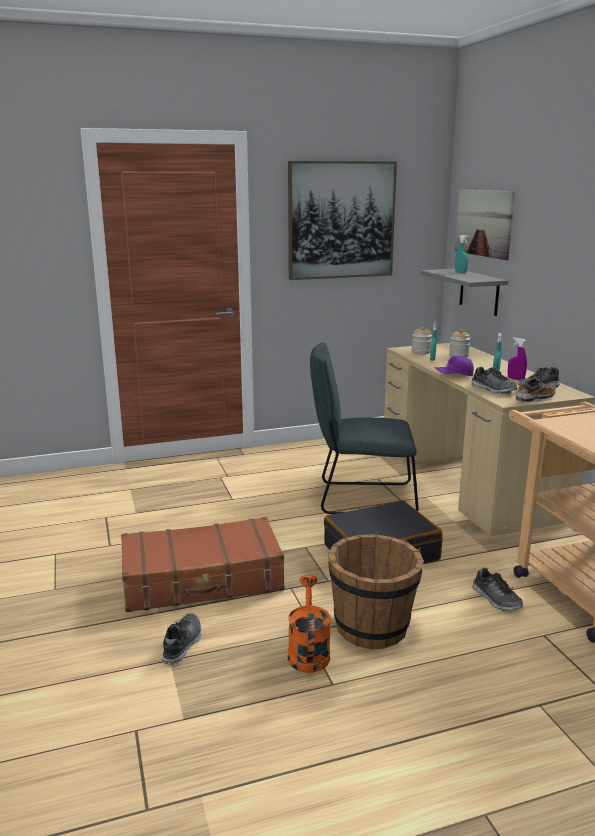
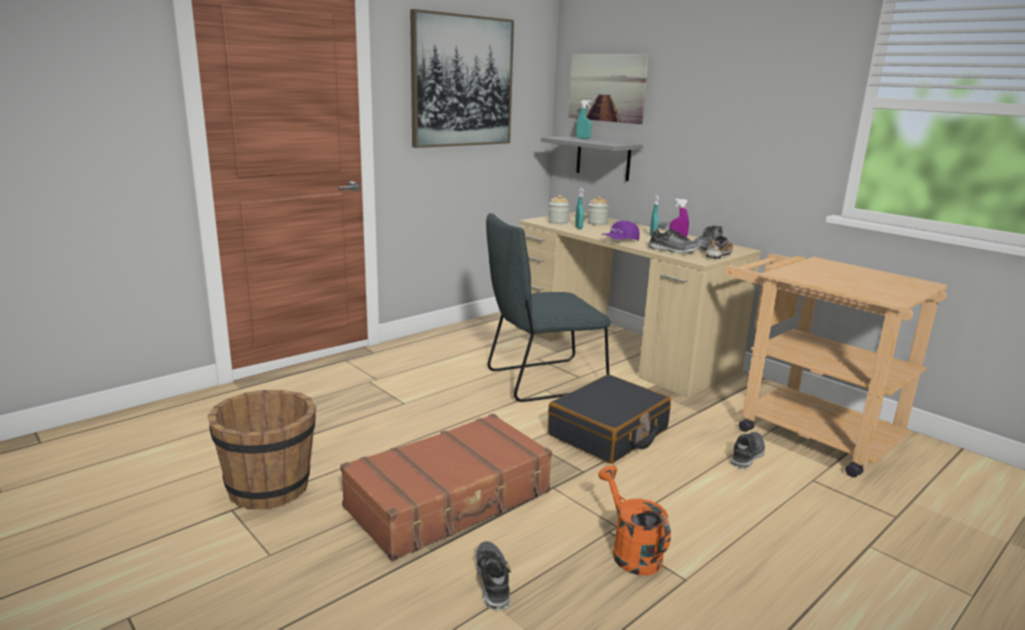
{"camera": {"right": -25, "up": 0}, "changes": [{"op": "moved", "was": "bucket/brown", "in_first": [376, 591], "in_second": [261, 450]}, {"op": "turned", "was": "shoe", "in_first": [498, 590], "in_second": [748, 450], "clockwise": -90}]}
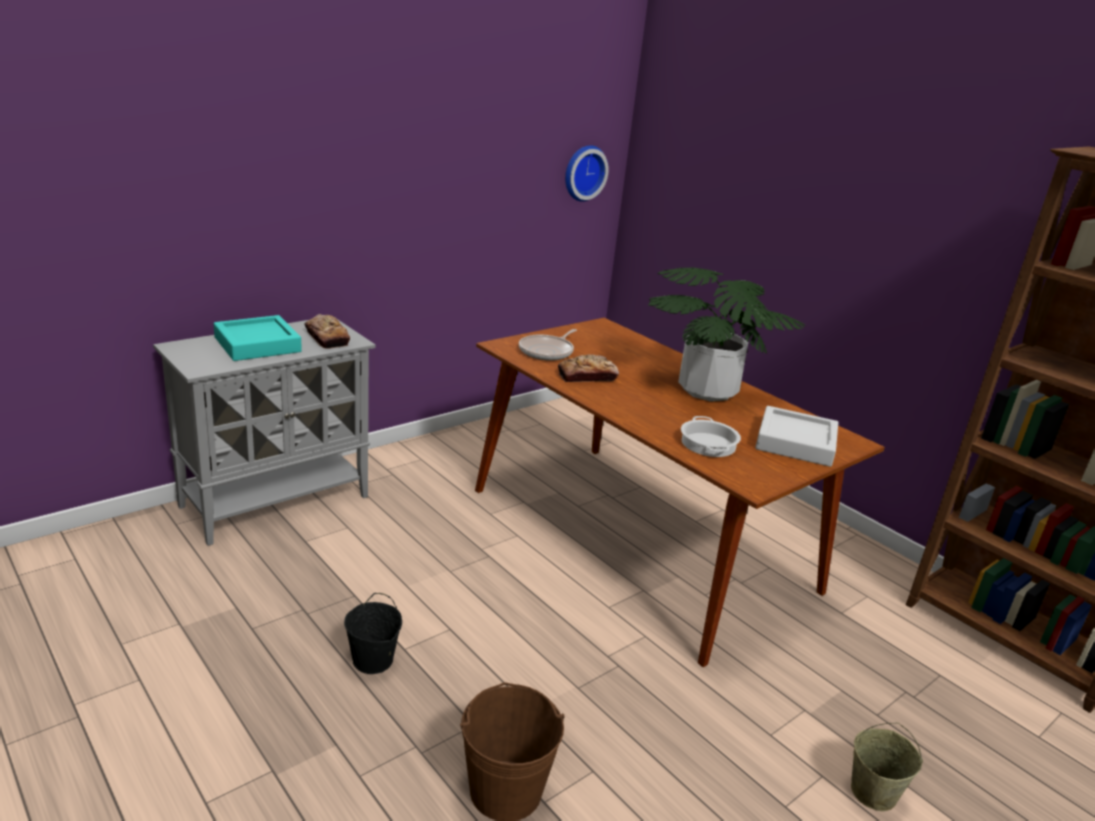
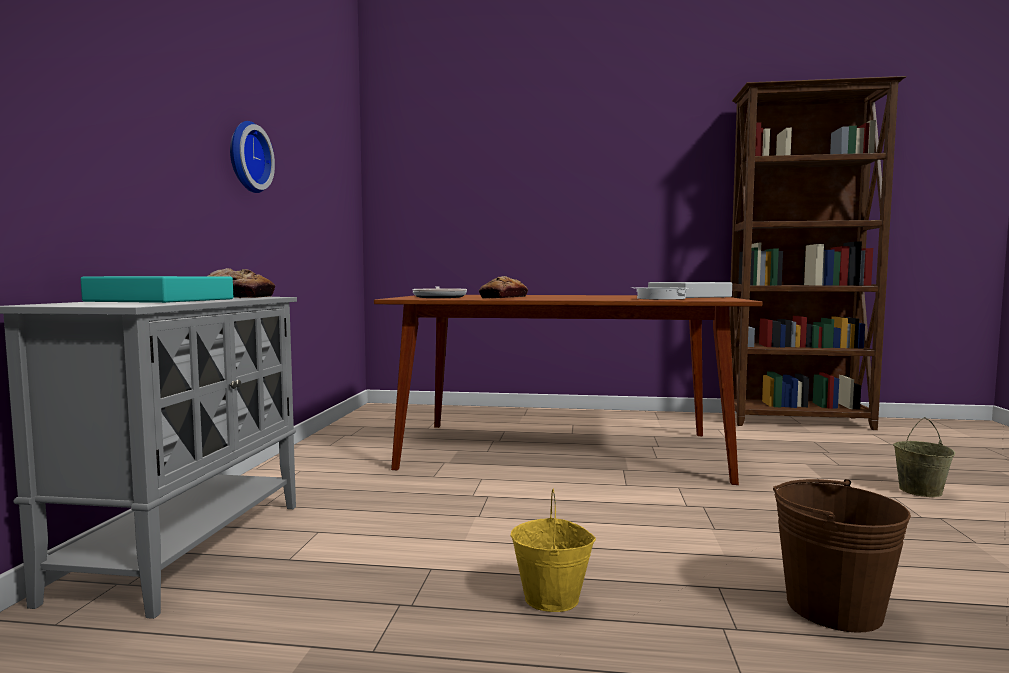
{"camera": {"right": -40, "up": -20}, "changes": [{"op": "moved", "was": "wall clock", "in_first": [587, 173], "in_second": [252, 157]}, {"op": "recoloured", "was": "bucket/black", "now": "bucket/yellow", "in_first": [373, 633], "in_second": [553, 550]}, {"op": "removed", "was": "potted plant", "in_first": [726, 334]}]}
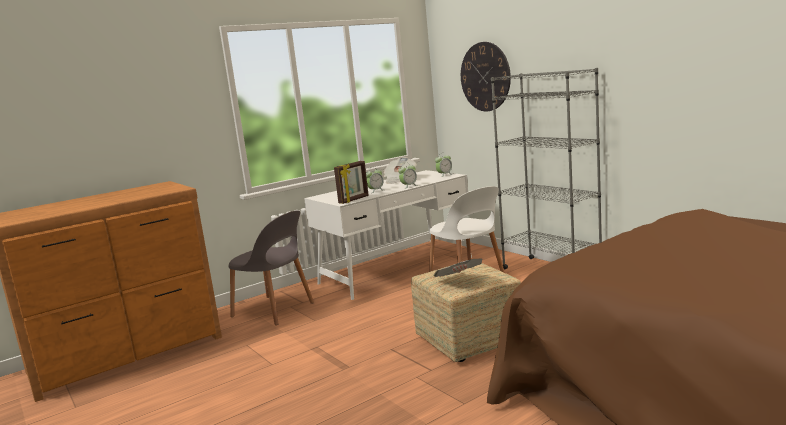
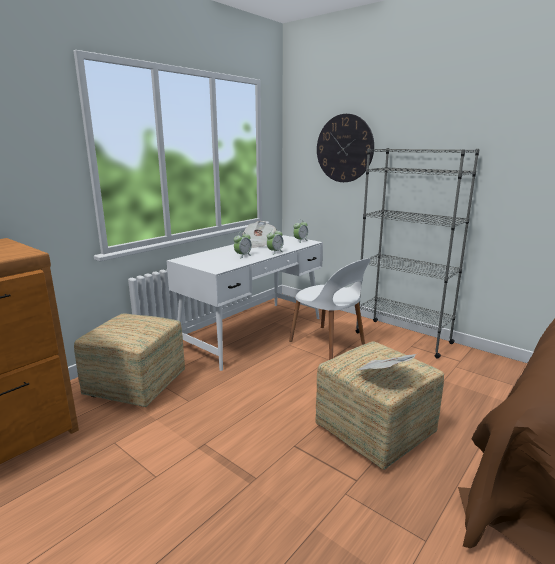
{"camera": {"right": -15, "up": 5}, "changes": [{"op": "replaced", "was": "chair/grey", "now": "ottoman", "in_first": [271, 267], "in_second": [129, 360]}, {"op": "removed", "was": "picture frame", "in_first": [351, 182]}]}
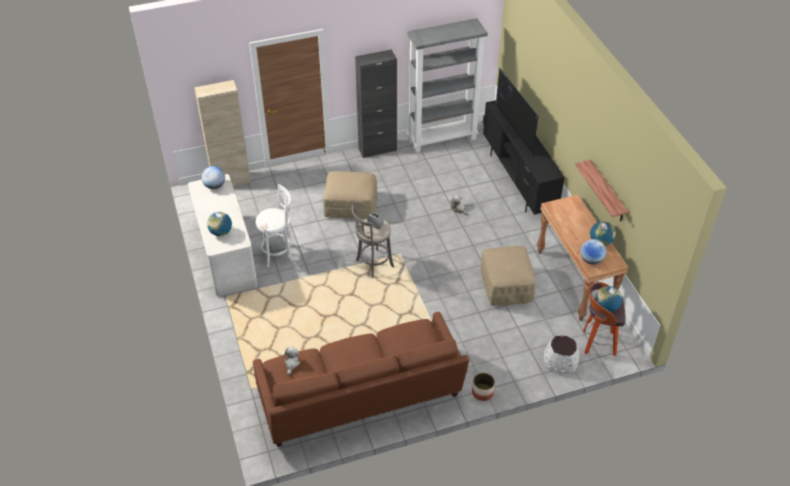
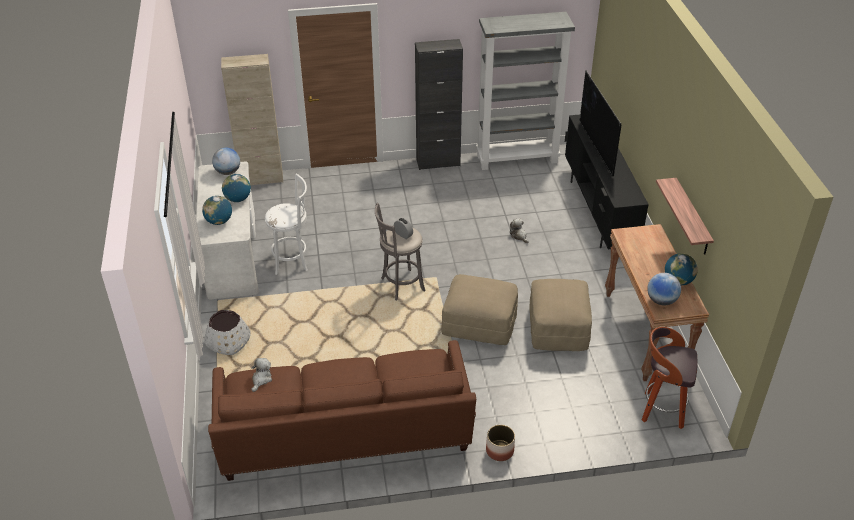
{"camera": {"right": 10, "up": -5}, "changes": [{"op": "moved", "was": "planter/white", "in_first": [561, 354], "in_second": [227, 332]}, {"op": "moved", "was": "globe", "in_first": [608, 299], "in_second": [236, 188]}, {"op": "moved", "was": "ottoman/beige", "in_first": [350, 195], "in_second": [479, 309]}]}
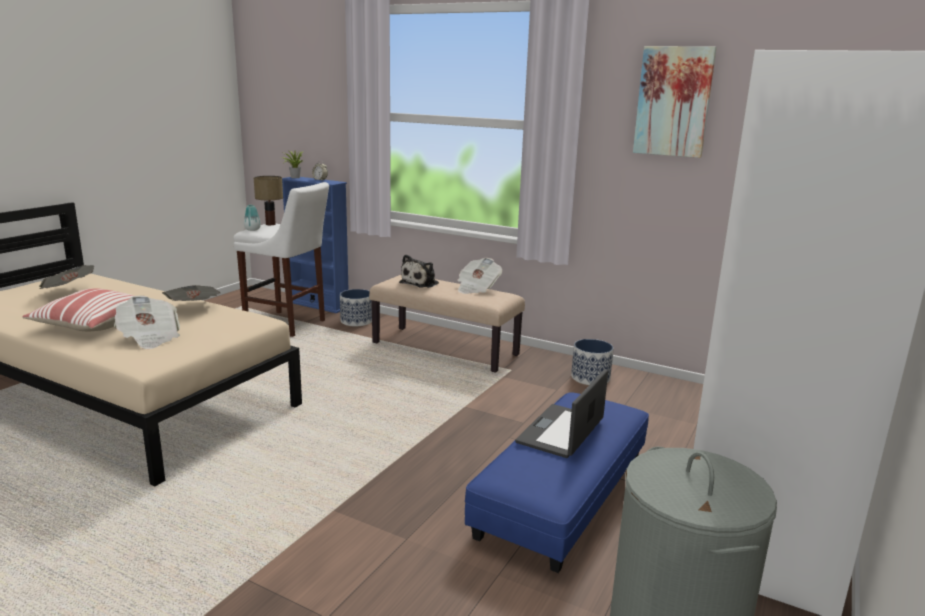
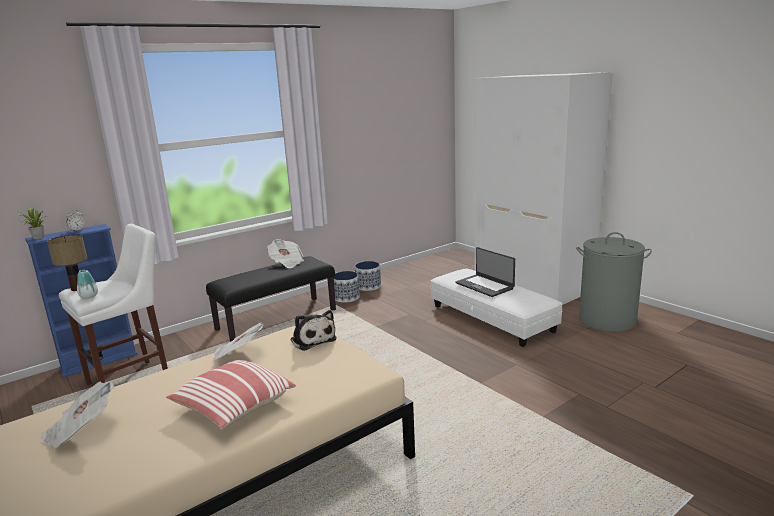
{"camera": {"right": -65, "up": 0}, "changes": [{"op": "recoloured", "was": "bench/beige", "now": "bench/black", "in_first": [447, 324], "in_second": [271, 299]}, {"op": "moved", "was": "plush toy", "in_first": [419, 271], "in_second": [313, 330]}, {"op": "moved", "was": "planter", "in_first": [356, 307], "in_second": [347, 287]}, {"op": "recoloured", "was": "ottoman/blue", "now": "ottoman/white", "in_first": [557, 482], "in_second": [496, 307]}, {"op": "removed", "was": "newspaper", "in_first": [147, 322]}, {"op": "removed", "was": "picture", "in_first": [675, 102]}]}
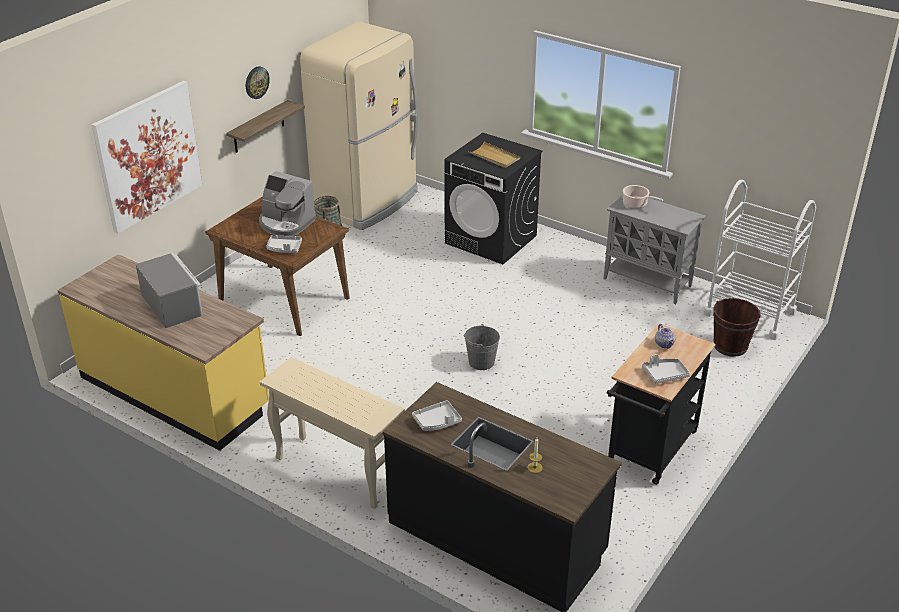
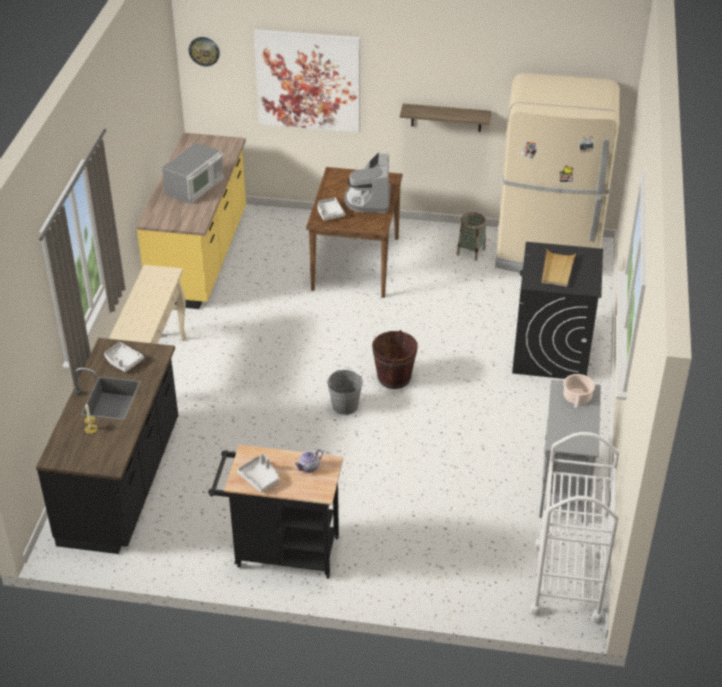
{"camera": {"right": 65, "up": 5}, "changes": [{"op": "moved", "was": "wall clock", "in_first": [258, 82], "in_second": [204, 52]}, {"op": "moved", "was": "bucket/brown", "in_first": [737, 327], "in_second": [395, 359]}]}
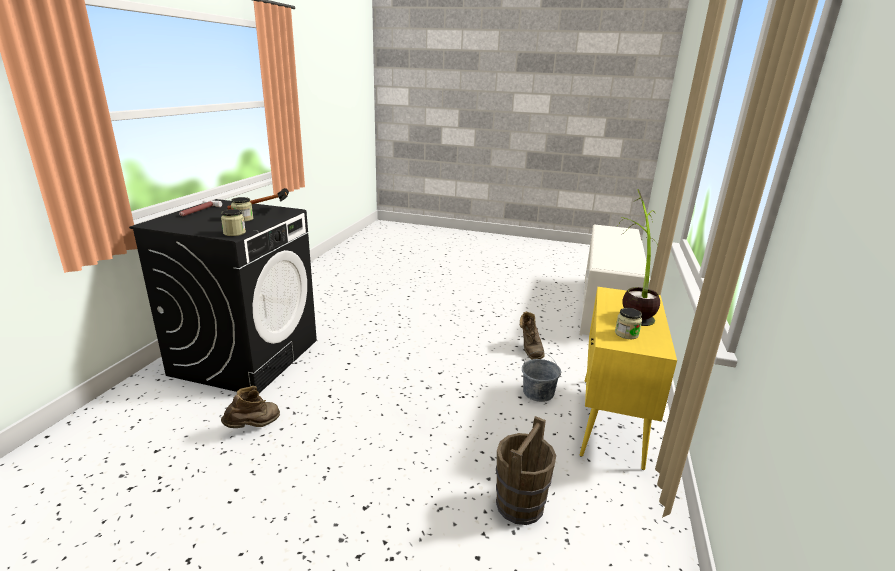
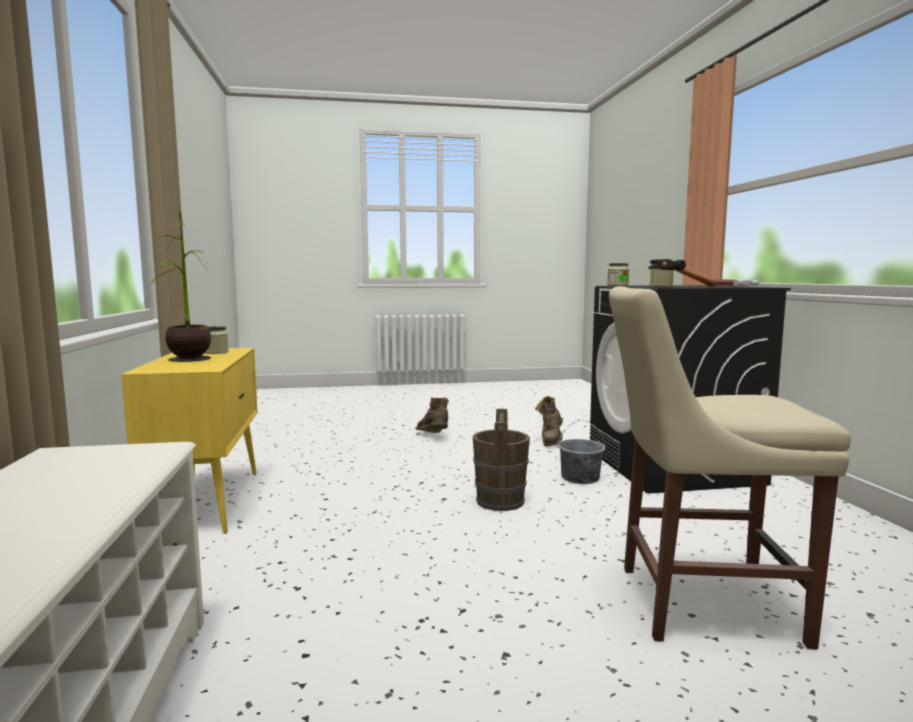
{"camera": {"right": 155, "up": -15}, "changes": [{"op": "moved", "was": "boot/brown", "in_first": [532, 335], "in_second": [432, 415]}, {"op": "moved", "was": "bucket/brown", "in_first": [526, 470], "in_second": [501, 460]}, {"op": "moved", "was": "bucket/grey", "in_first": [541, 376], "in_second": [581, 452]}, {"op": "added", "now": "chair/beige", "in_second": [730, 467]}]}
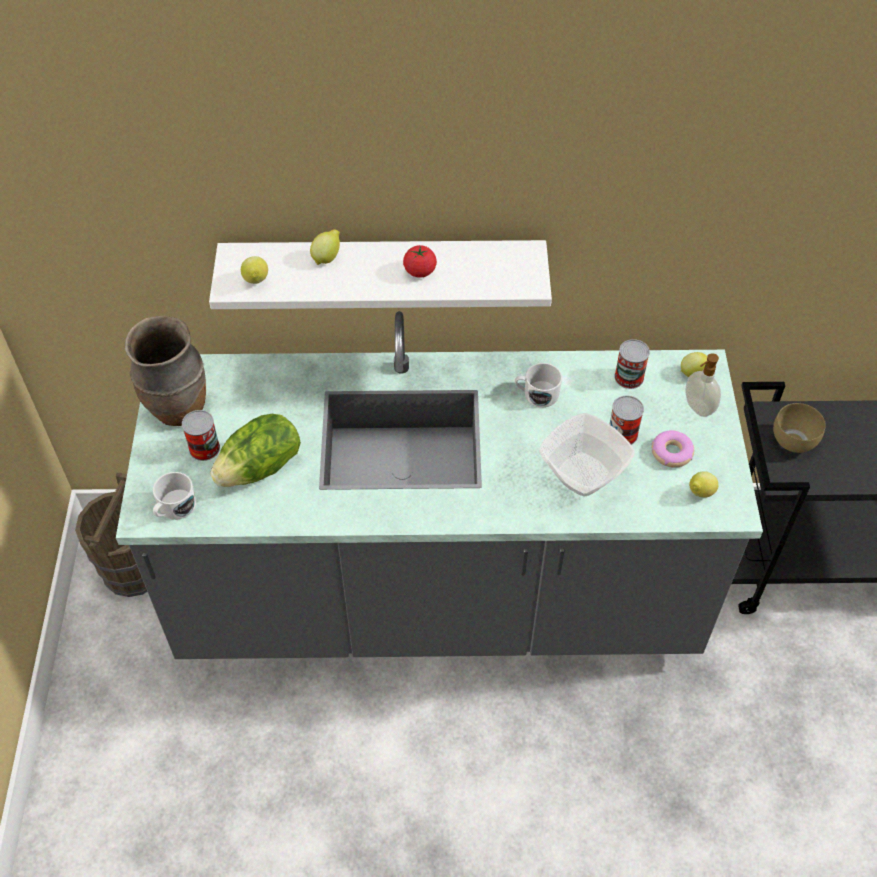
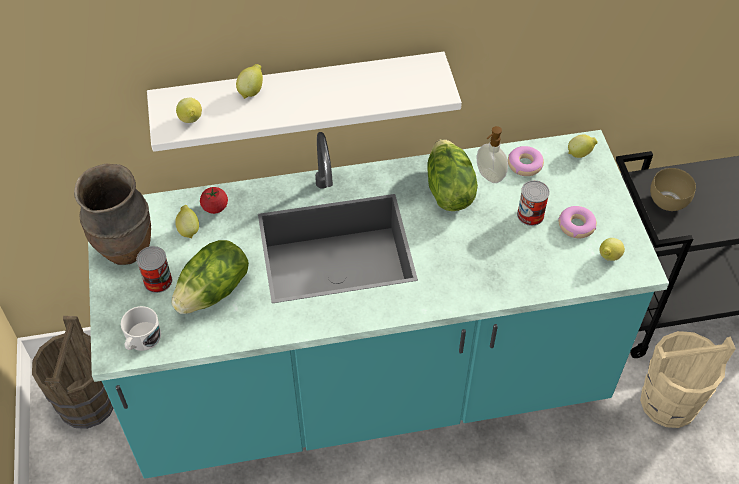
{"camera": {"right": -10, "up": 0}, "changes": [{"op": "recoloured", "was": "counter/grey", "now": "counter/turquoise", "in_first": [439, 485], "in_second": [378, 304]}, {"op": "added", "now": "lemon", "in_second": [187, 222]}, {"op": "moved", "was": "tomato", "in_first": [420, 261], "in_second": [214, 200]}, {"op": "replaced", "was": "mug/white", "now": "lettuce", "in_first": [538, 385], "in_second": [453, 175]}, {"op": "moved", "was": "soap dispenser", "in_first": [703, 385], "in_second": [492, 154]}, {"op": "replaced", "was": "can", "now": "donut", "in_first": [632, 364], "in_second": [526, 161]}, {"op": "added", "now": "bucket/beige", "in_second": [688, 379]}, {"op": "removed", "was": "bowl", "in_first": [587, 455]}]}
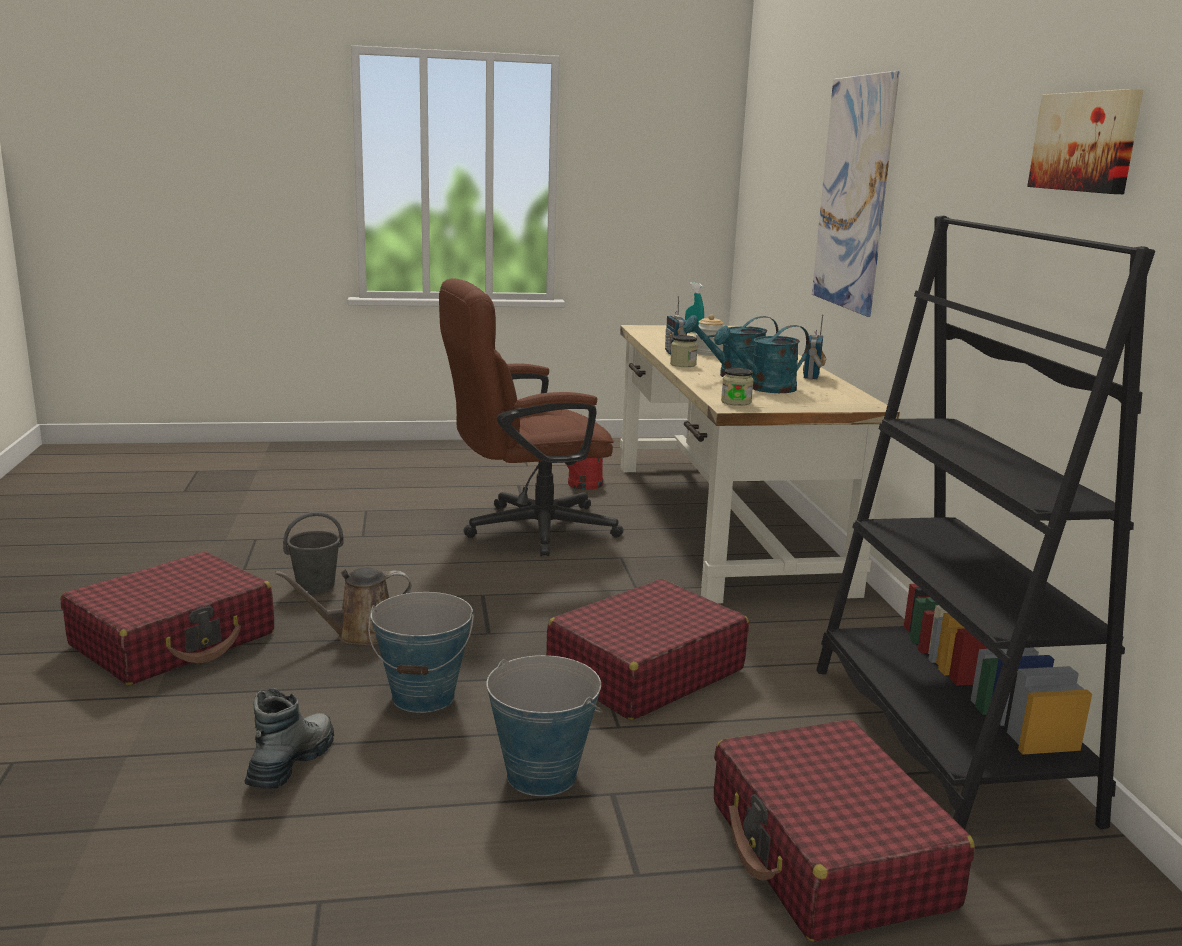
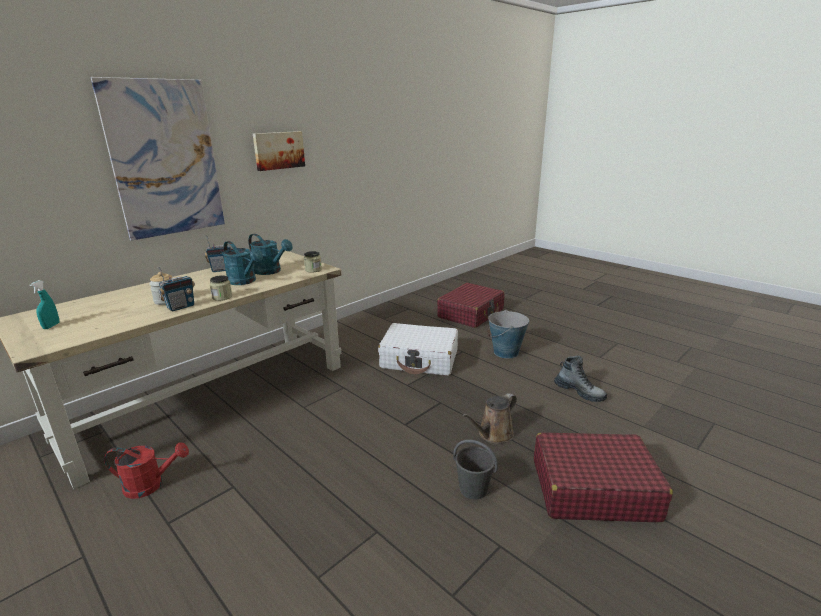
{"camera": {"right": -125, "up": 5}, "changes": [{"op": "moved", "was": "picture", "in_first": [1085, 141], "in_second": [279, 151]}, {"op": "recoloured", "was": "suitcase/red", "now": "suitcase/white", "in_first": [647, 649], "in_second": [418, 349]}, {"op": "turned", "was": "watering can/brown", "in_first": [343, 606], "in_second": [489, 418], "clockwise": 105}, {"op": "turned", "was": "boot", "in_first": [289, 738], "in_second": [580, 379], "clockwise": -120}, {"op": "removed", "was": "bucket", "in_first": [421, 652]}, {"op": "removed", "was": "office chair/brown", "in_first": [531, 417]}, {"op": "removed", "was": "bookcase/black", "in_first": [985, 523]}]}
